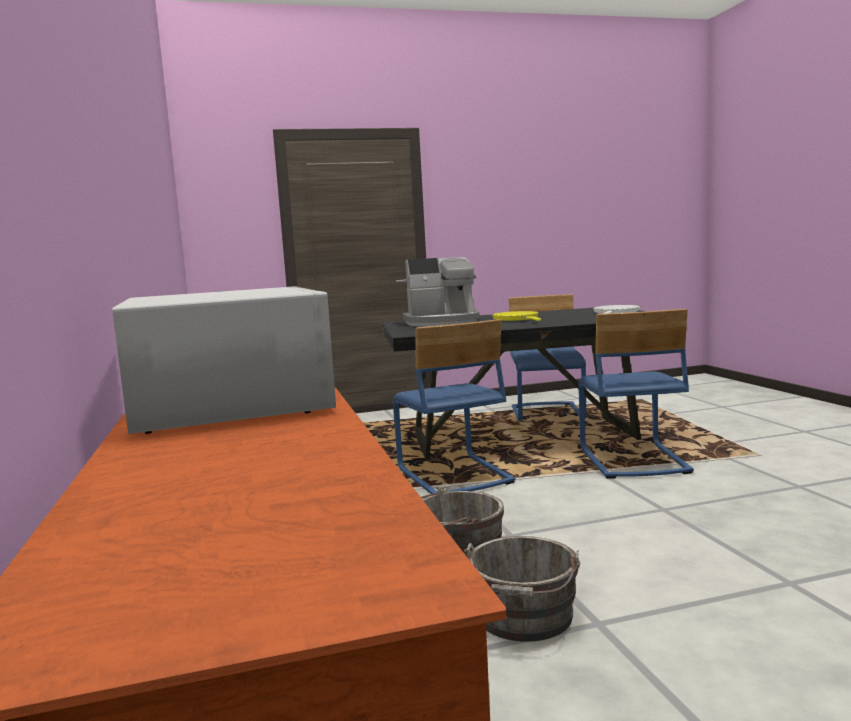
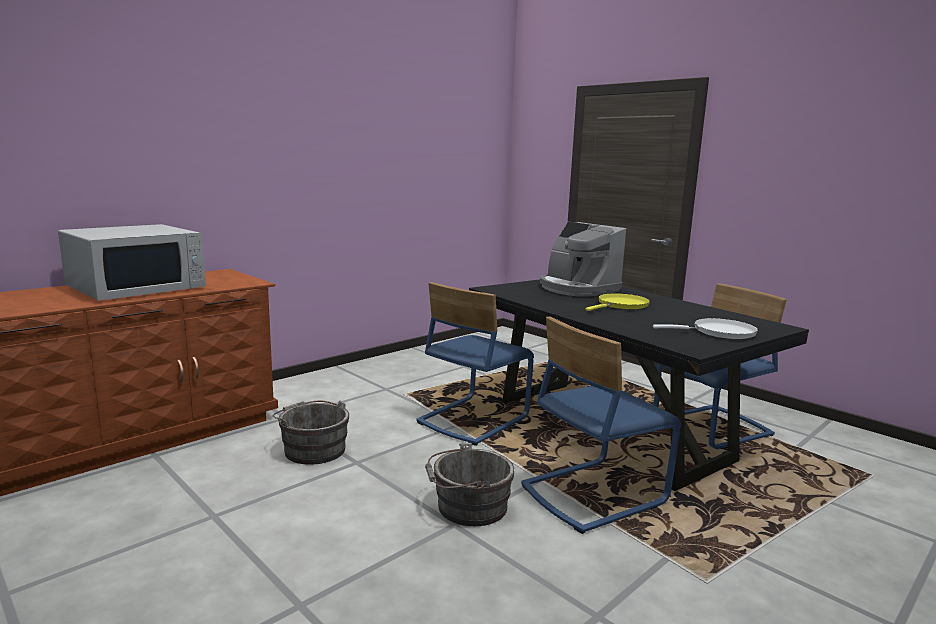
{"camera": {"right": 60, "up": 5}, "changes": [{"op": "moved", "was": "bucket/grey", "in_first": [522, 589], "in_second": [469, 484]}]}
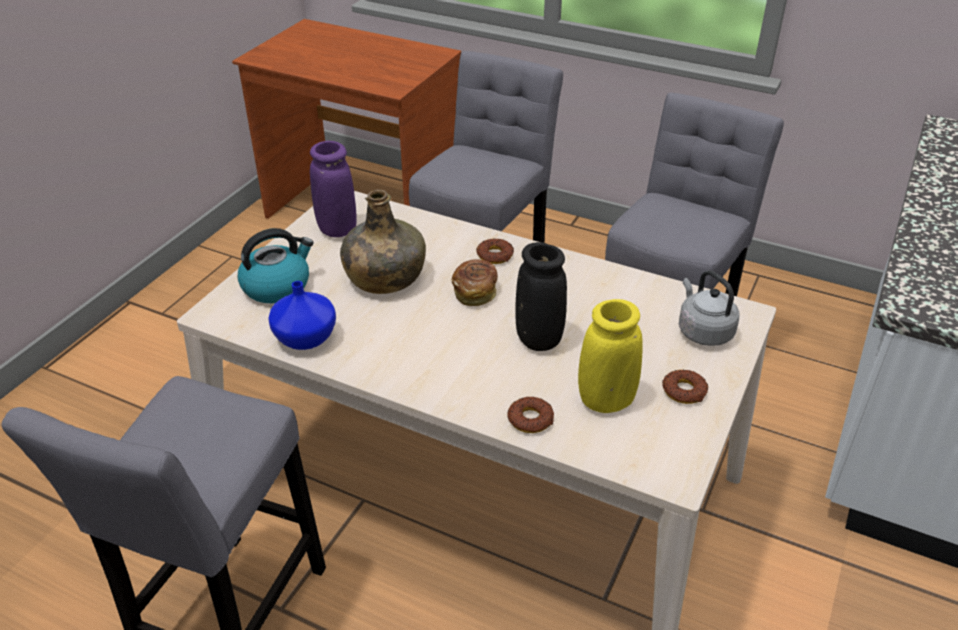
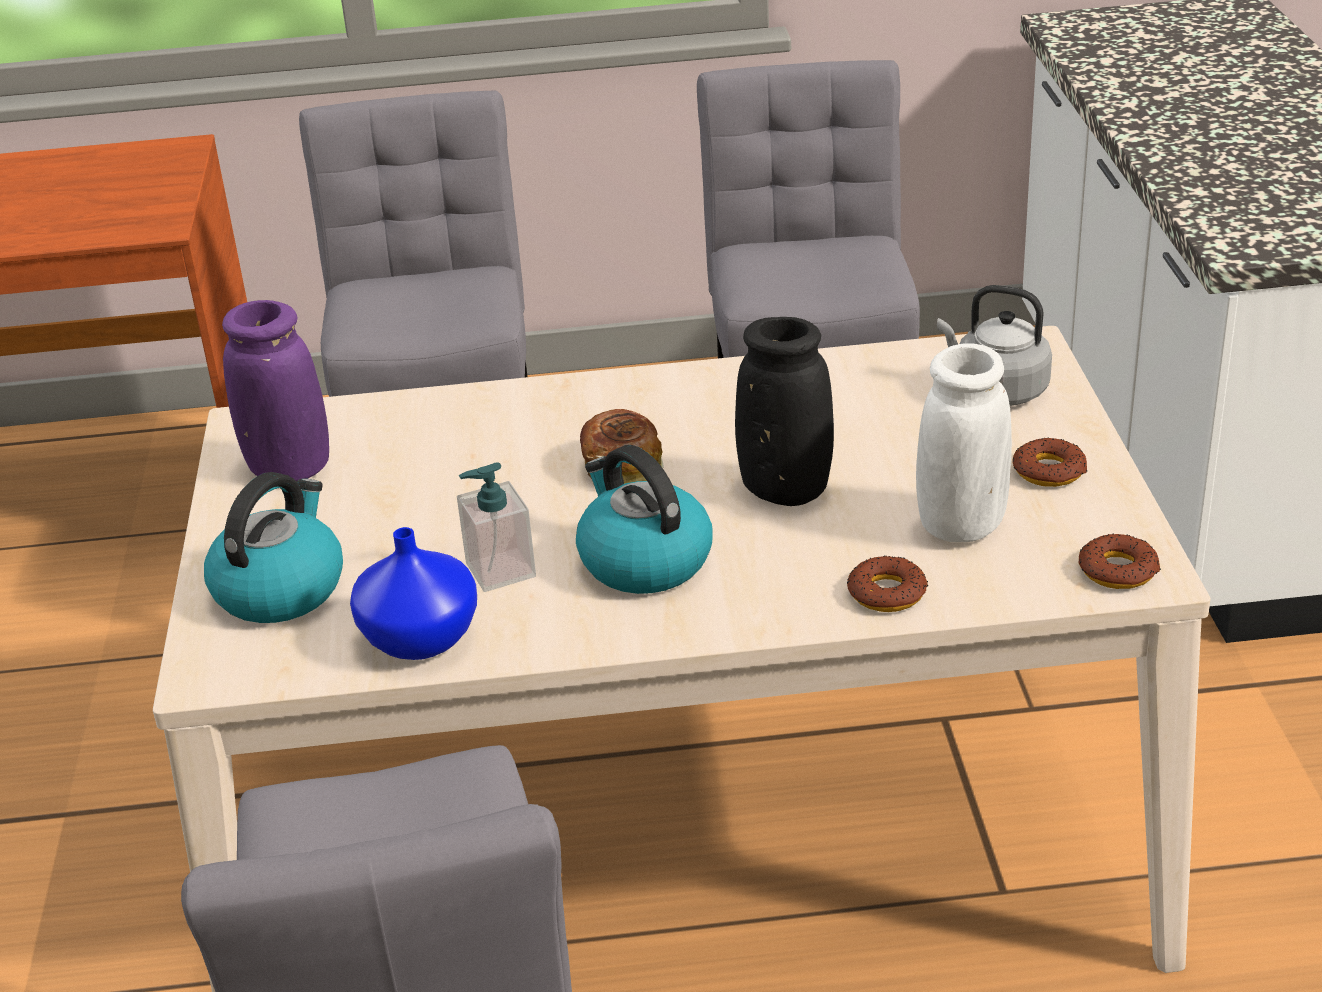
{"camera": {"right": -30, "up": -5}, "changes": [{"op": "added", "now": "soap dispenser", "in_second": [496, 527]}, {"op": "added", "now": "kettle", "in_second": [644, 519]}, {"op": "recoloured", "was": "vase/yellow", "now": "vase/white", "in_first": [610, 356], "in_second": [964, 442]}, {"op": "moved", "was": "donut", "in_first": [495, 251], "in_second": [1120, 561]}, {"op": "removed", "was": "bottle/green", "in_first": [383, 241]}]}
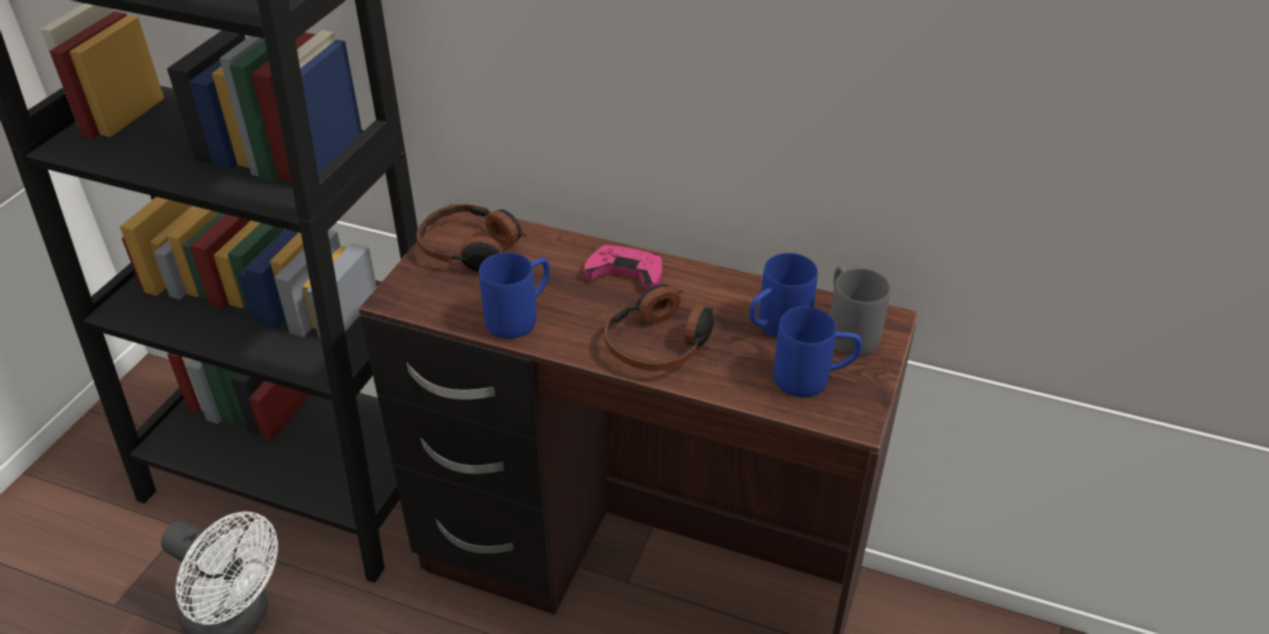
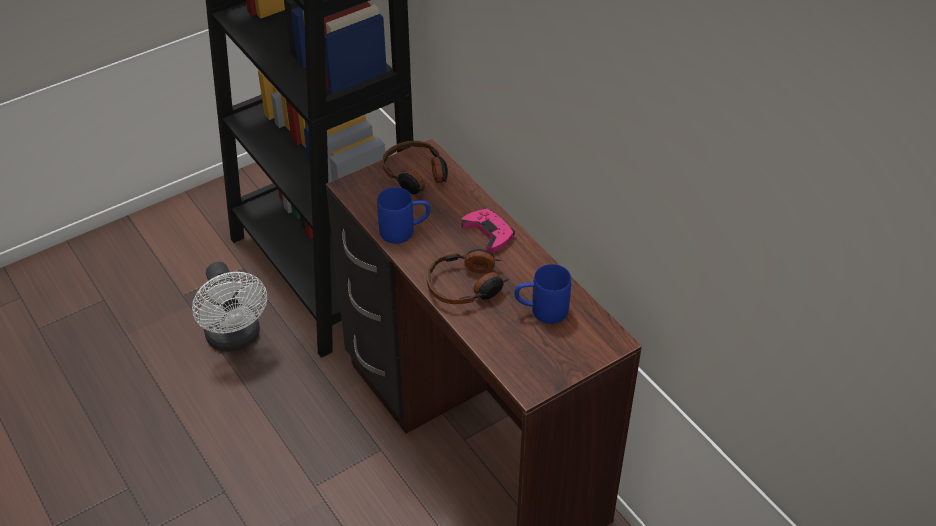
{"camera": {"right": 35, "up": 5}, "changes": [{"op": "removed", "was": "mug/blue", "in_first": [818, 352]}, {"op": "removed", "was": "mug/grey", "in_first": [860, 310]}]}
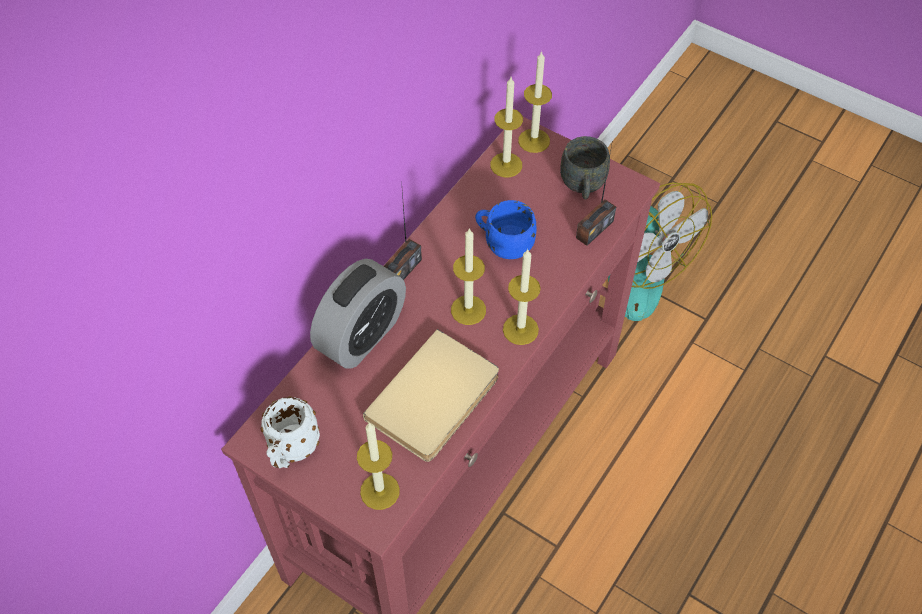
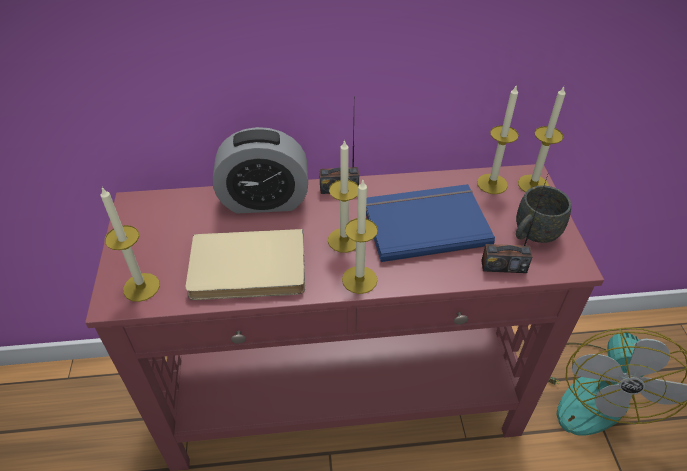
{"camera": {"right": 50, "up": -10}, "changes": [{"op": "replaced", "was": "mug/blue", "now": "book/blue", "in_first": [506, 229], "in_second": [430, 223]}, {"op": "removed", "was": "mug/white", "in_first": [290, 432]}]}
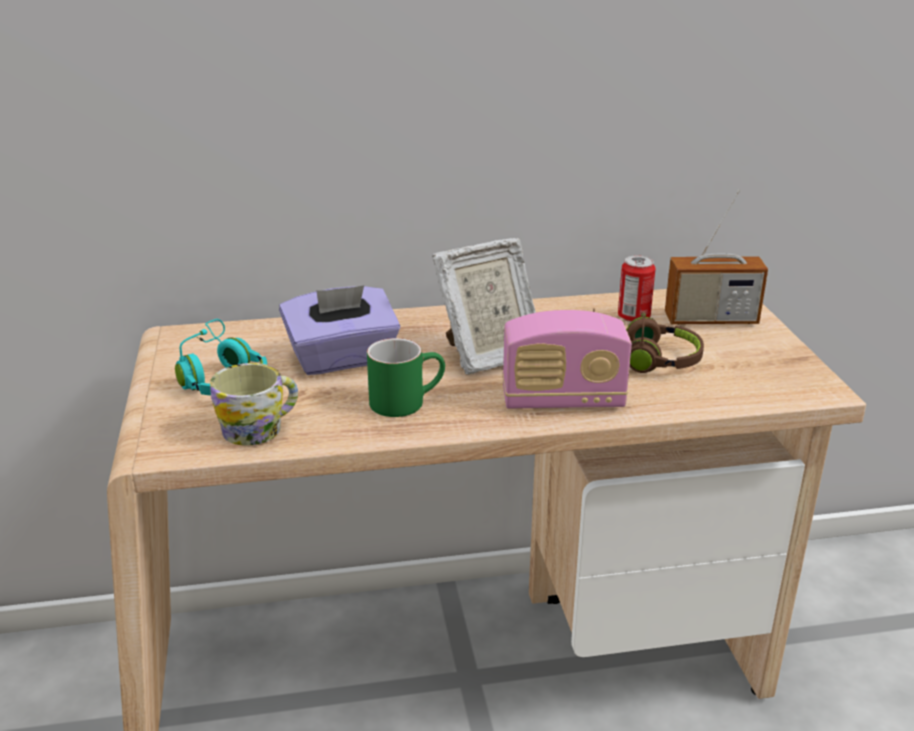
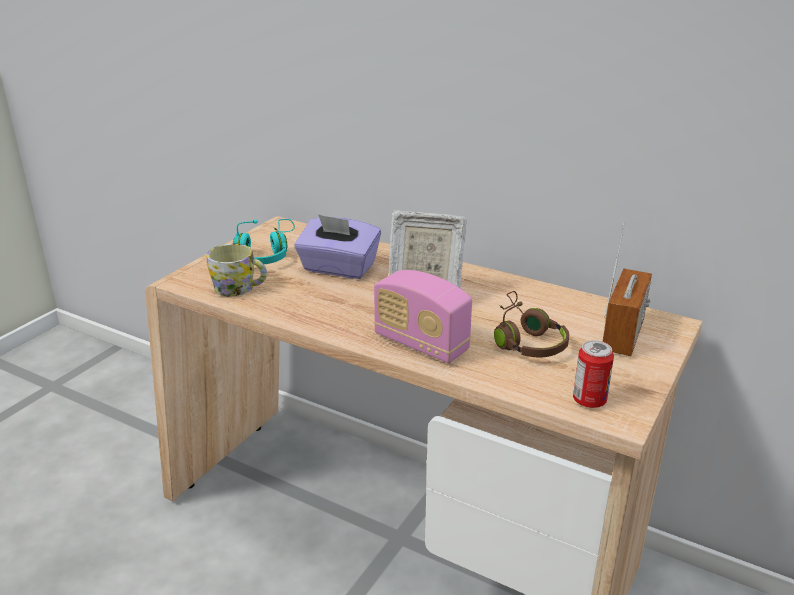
{"camera": {"right": 40, "up": 0}, "changes": [{"op": "moved", "was": "can", "in_first": [637, 288], "in_second": [593, 374]}, {"op": "turned", "was": "radio", "in_first": [716, 257], "in_second": [627, 289], "clockwise": -105}, {"op": "removed", "was": "mug/green", "in_first": [406, 377]}]}
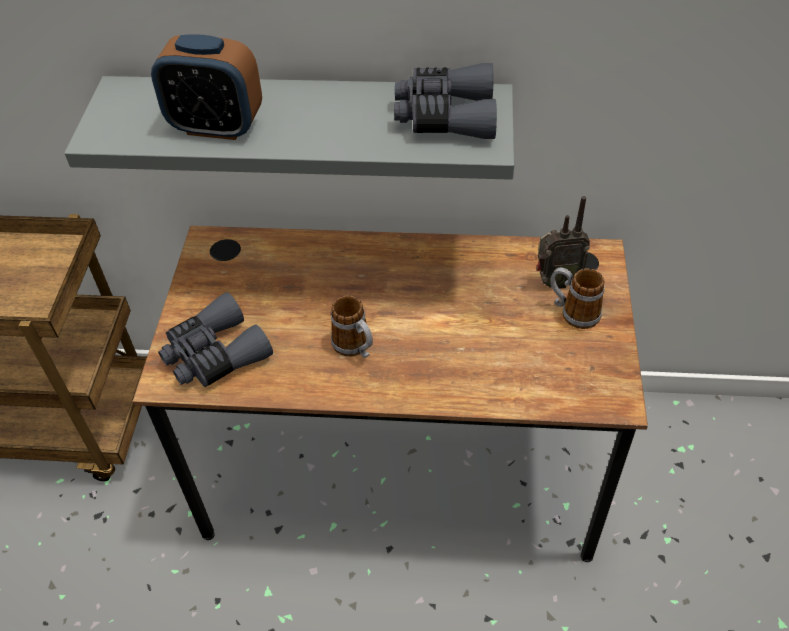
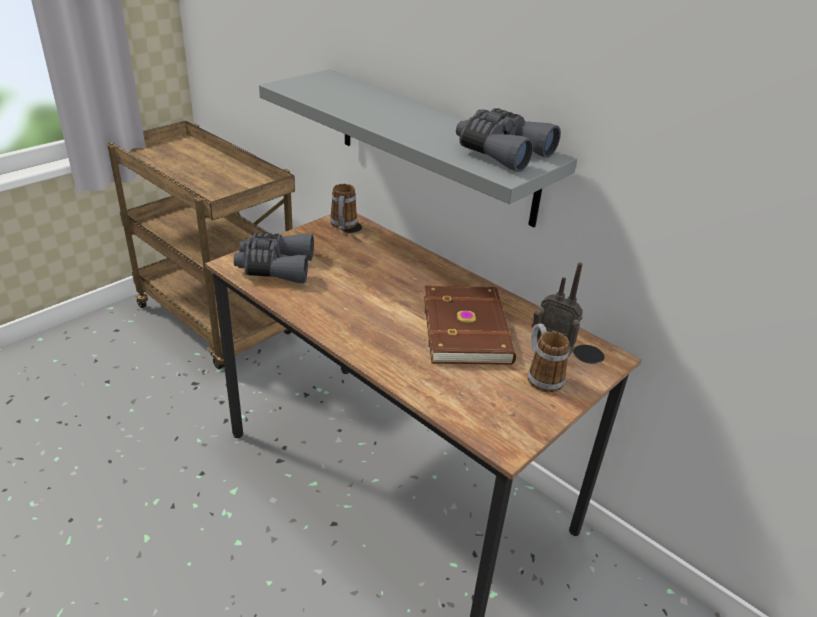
{"camera": {"right": 35, "up": -15}, "changes": [{"op": "moved", "was": "mug", "in_first": [352, 327], "in_second": [344, 207]}, {"op": "added", "now": "book/brown", "in_second": [470, 325]}, {"op": "removed", "was": "alarm clock", "in_first": [206, 87]}]}
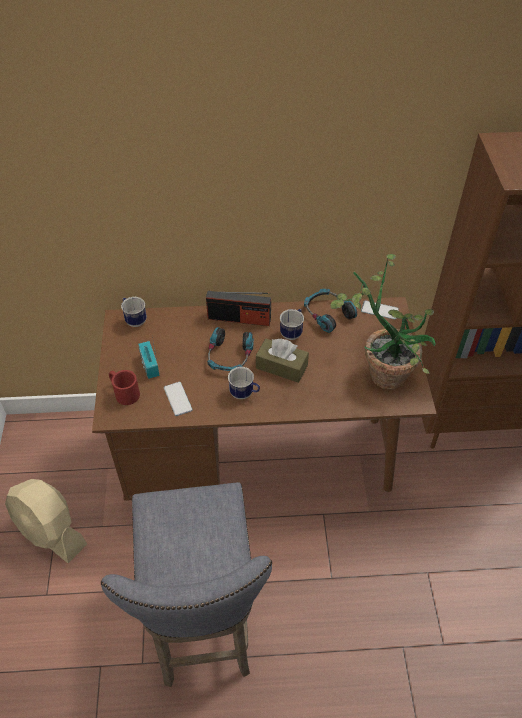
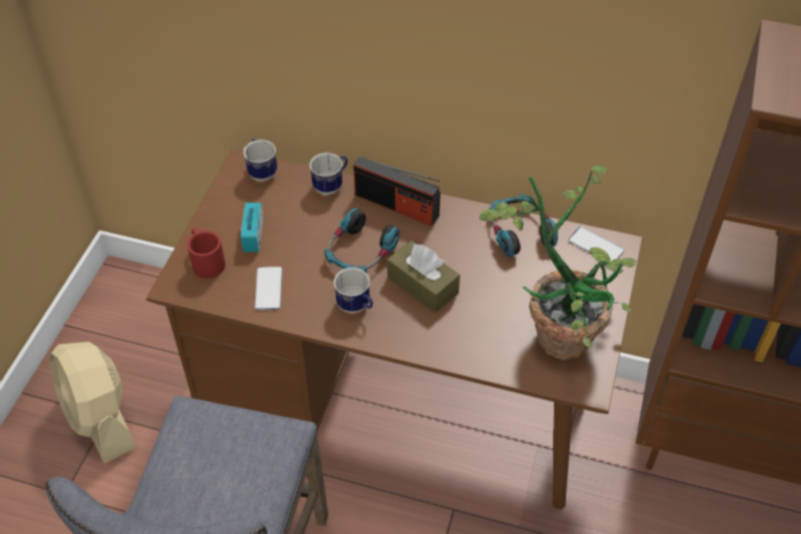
{"camera": {"right": 20, "up": 0}, "changes": [{"op": "moved", "was": "mug", "in_first": [292, 324], "in_second": [329, 174]}]}
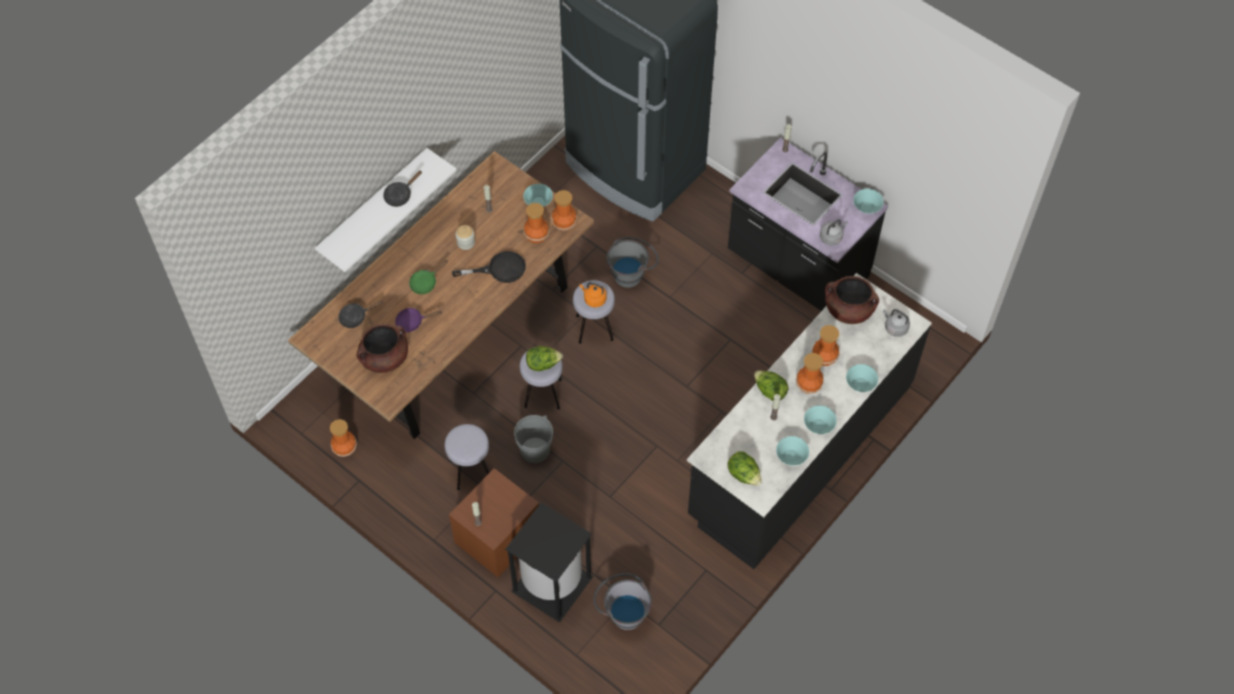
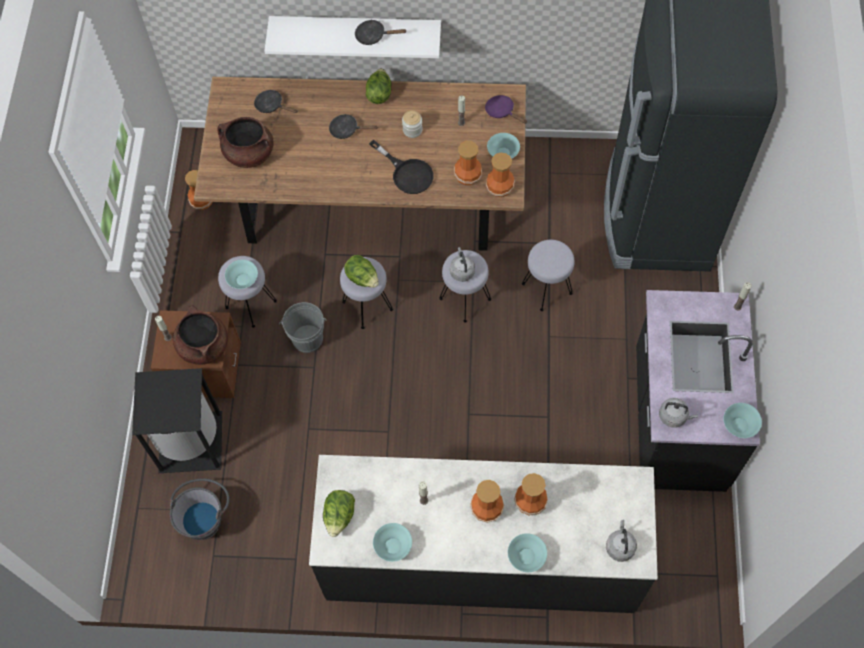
{"camera": {"right": 55, "up": 5}, "changes": [{"op": "moved", "was": "cooking pot/brown", "in_first": [852, 300], "in_second": [200, 335]}, {"op": "moved", "was": "bowl/turquoise", "in_first": [820, 419], "in_second": [241, 274]}, {"op": "recoloured", "was": "frying pan/green", "now": "frying pan/black", "in_first": [428, 276], "in_second": [353, 126]}, {"op": "moved", "was": "lettuce", "in_first": [771, 386], "in_second": [378, 86]}, {"op": "recoloured", "was": "kettle/orange", "now": "kettle/grey", "in_first": [593, 295], "in_second": [462, 264]}, {"op": "moved", "was": "frying pan/purple", "in_first": [418, 320], "in_second": [506, 109]}, {"op": "replaced", "was": "bucket/grey", "now": "stool/grey", "in_first": [633, 262], "in_second": [548, 275]}]}
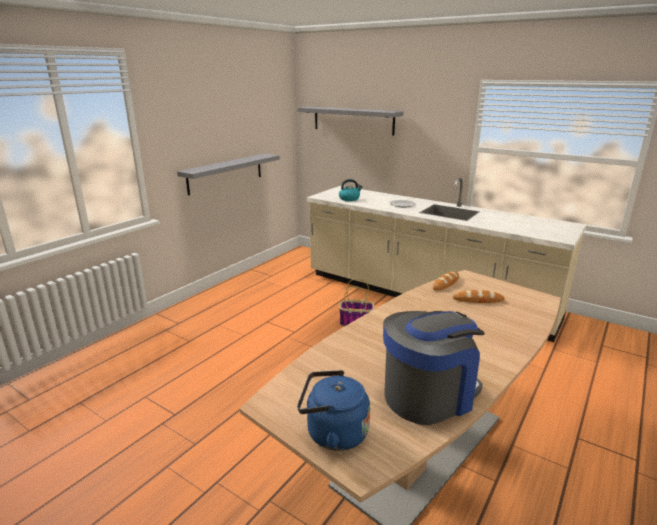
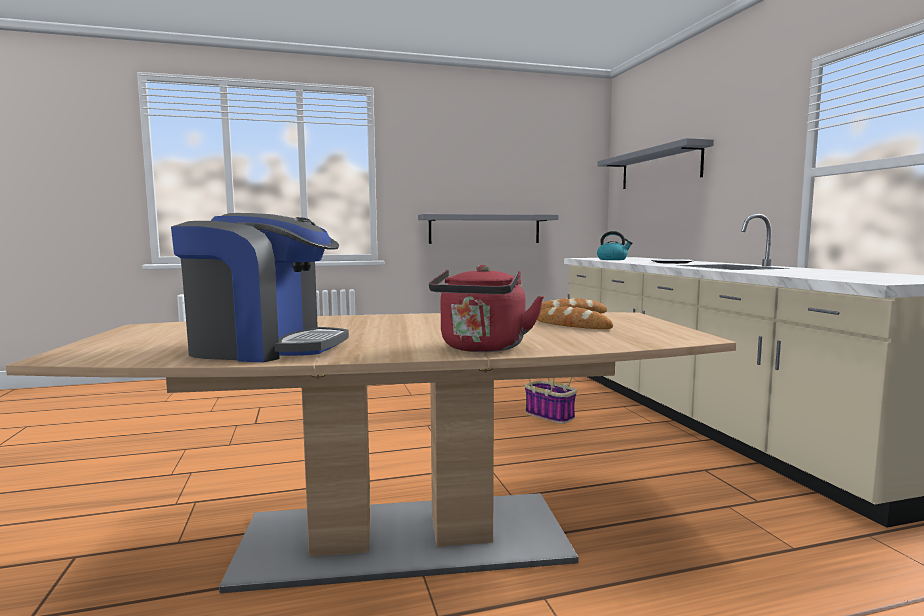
{"camera": {"right": 40, "up": -15}, "changes": [{"op": "added", "now": "kettle/red", "in_second": [486, 308]}, {"op": "removed", "was": "kettle/blue", "in_first": [333, 410]}]}
